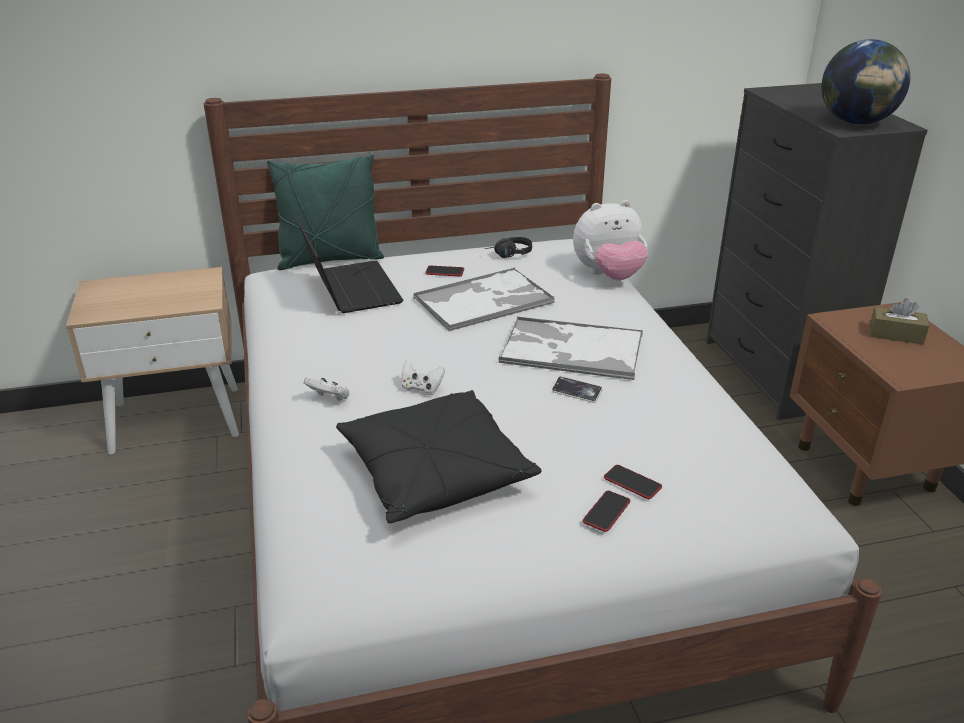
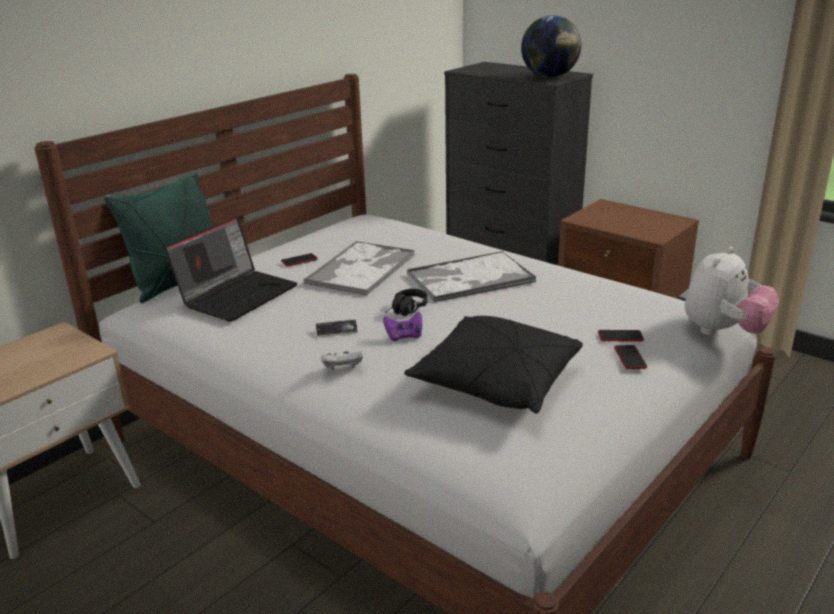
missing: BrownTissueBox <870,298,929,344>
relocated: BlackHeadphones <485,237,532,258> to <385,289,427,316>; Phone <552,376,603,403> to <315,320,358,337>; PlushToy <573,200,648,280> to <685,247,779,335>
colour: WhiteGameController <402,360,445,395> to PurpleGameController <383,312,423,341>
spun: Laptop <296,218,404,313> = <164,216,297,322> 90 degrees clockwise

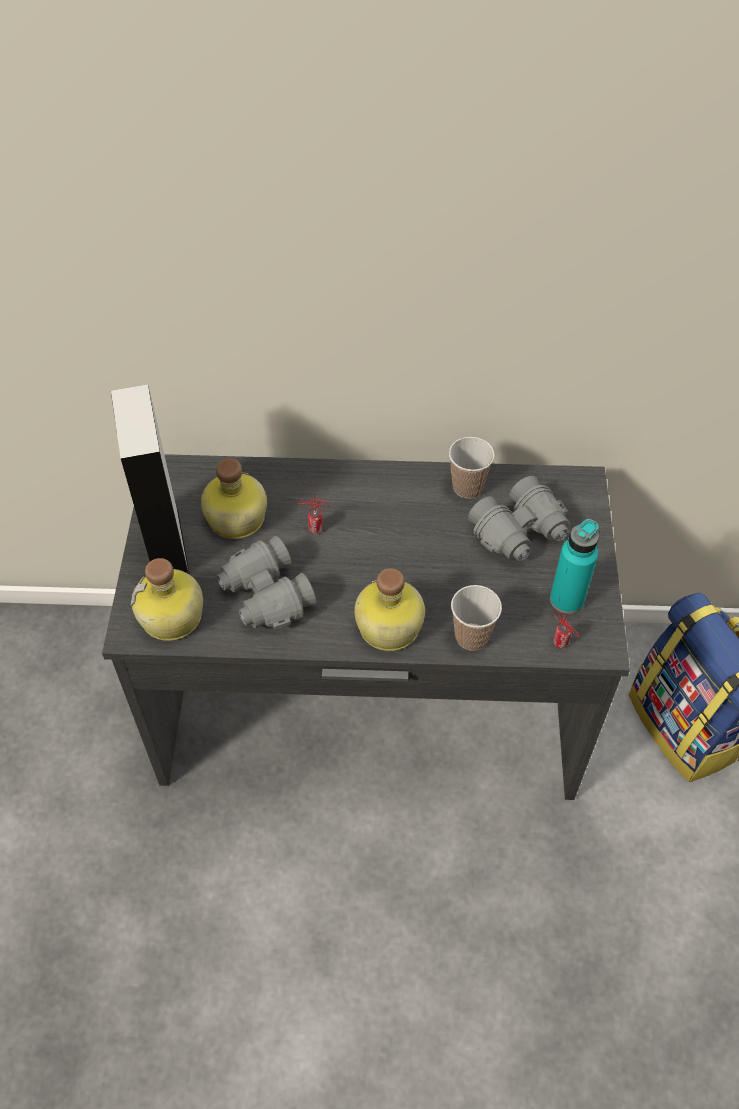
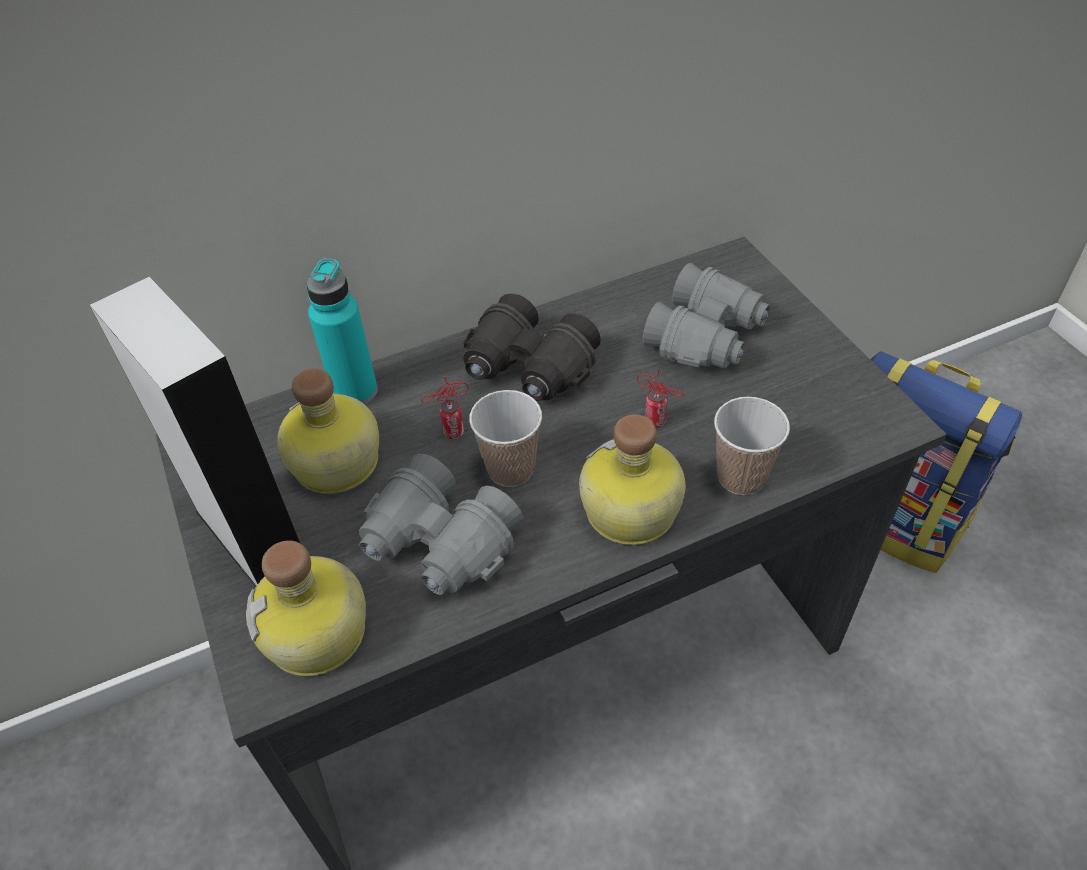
appeared: BlackBinoculars <463,293,601,401>
relocated: Cup <449,437,495,498> to <469,390,542,487>; TurquoiseBottle <550,519,599,614> to <307,258,378,404>; Can <553,610,580,648> to <637,369,684,428>

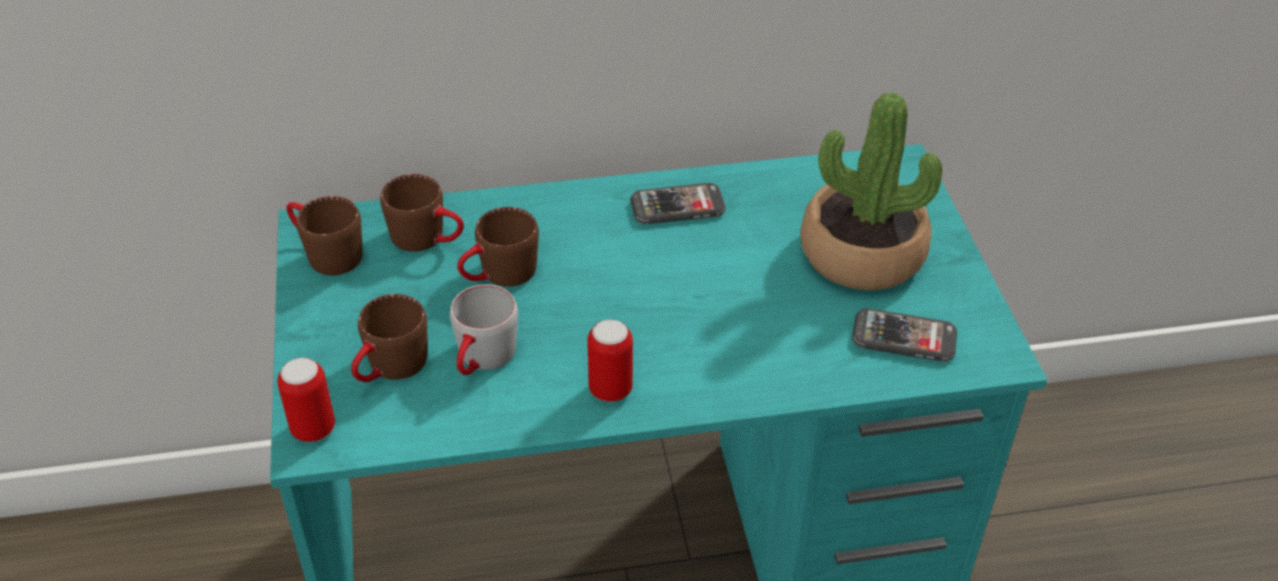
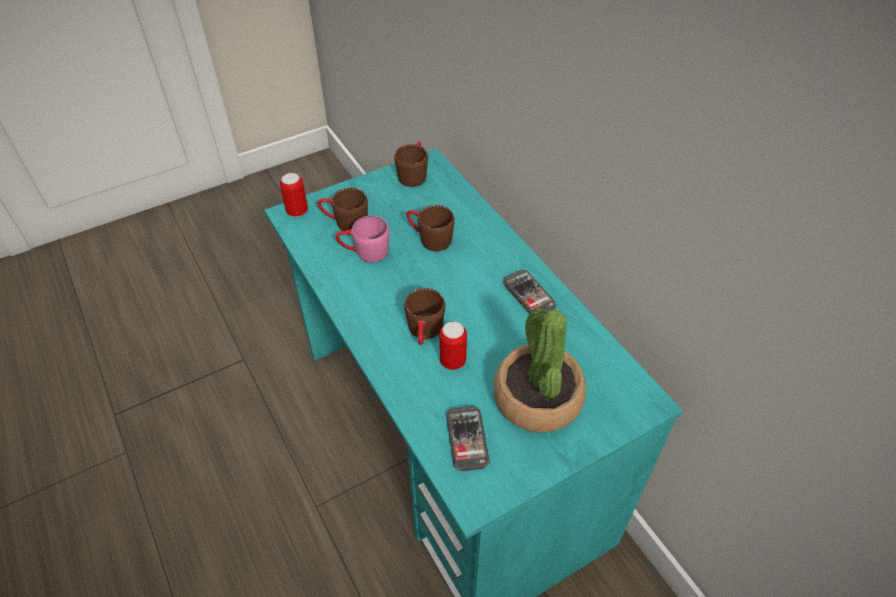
relocated: BrownMug <380,174,464,252> to <404,288,445,345>; Can <587,319,633,402> to <439,321,467,370>
colour: GreyMug <450,284,518,375> to PinkMug <335,216,389,263>

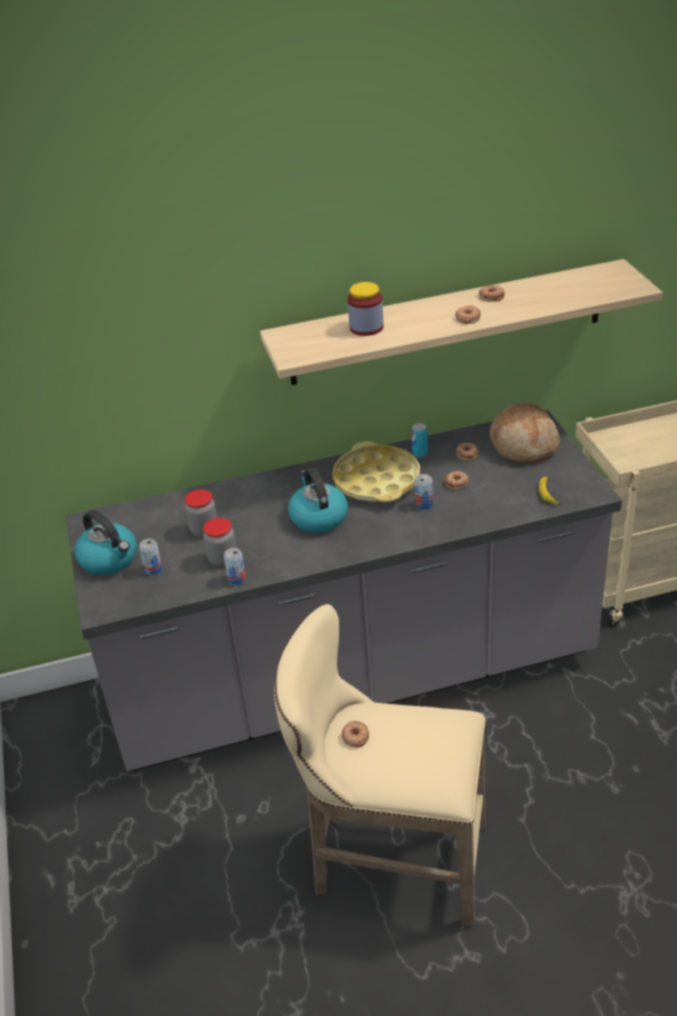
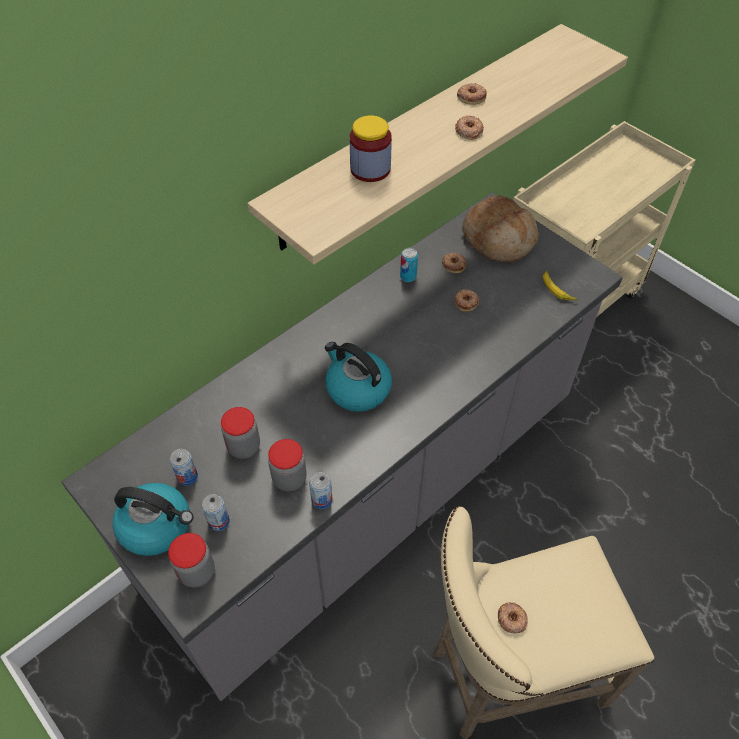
missing: YellowTray <333,441,420,502>
appeared: Jar <168,533,215,588>
relocated: Can <415,474,433,510> to <170,449,198,486>

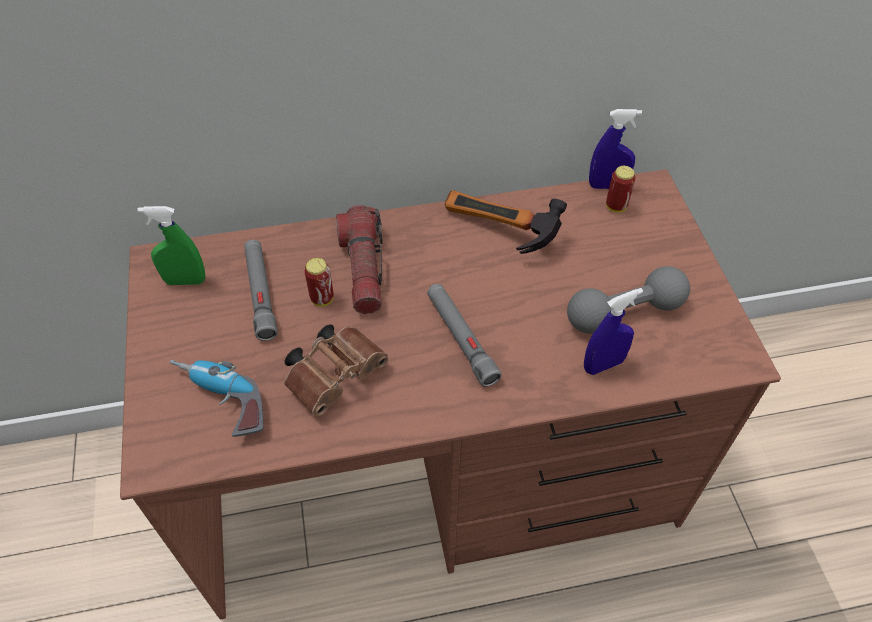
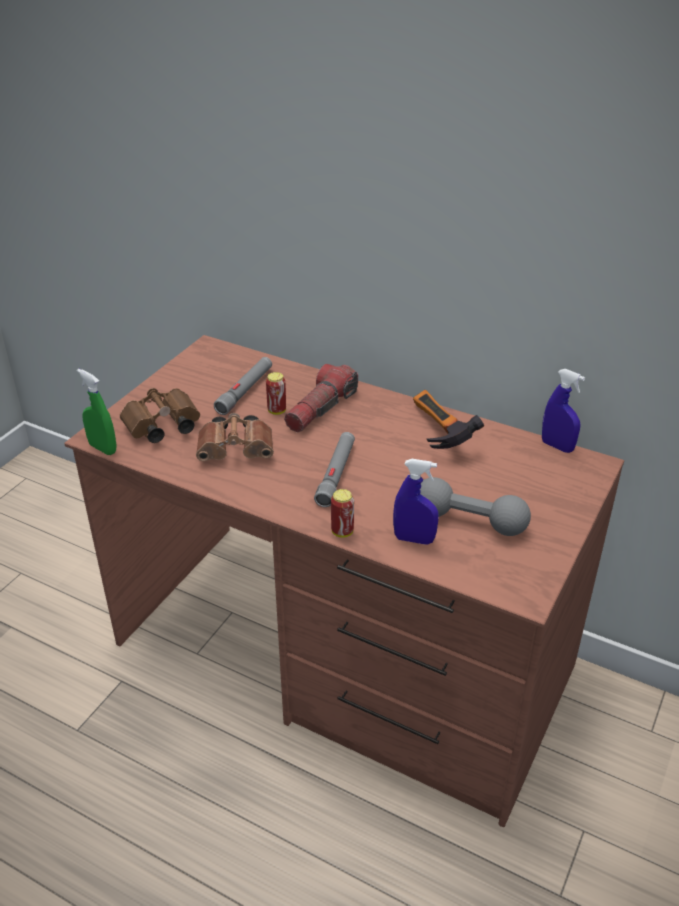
relocated: GreenSprayBottle <138,206,206,285> to <77,369,117,455>; Can <606,166,636,212> to <331,489,354,538>
exchanged: PowerDrill <170,360,263,437> to BrownBinoculars <120,388,200,443>

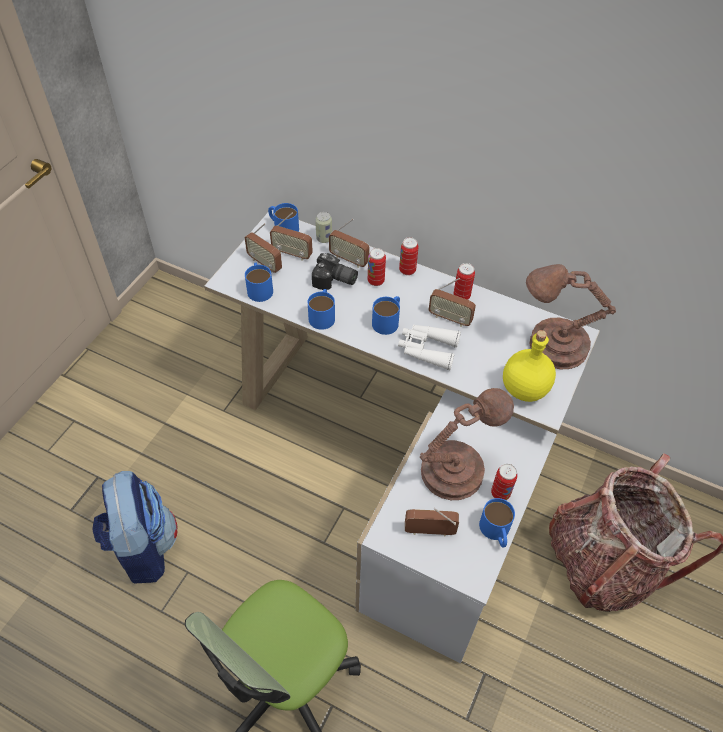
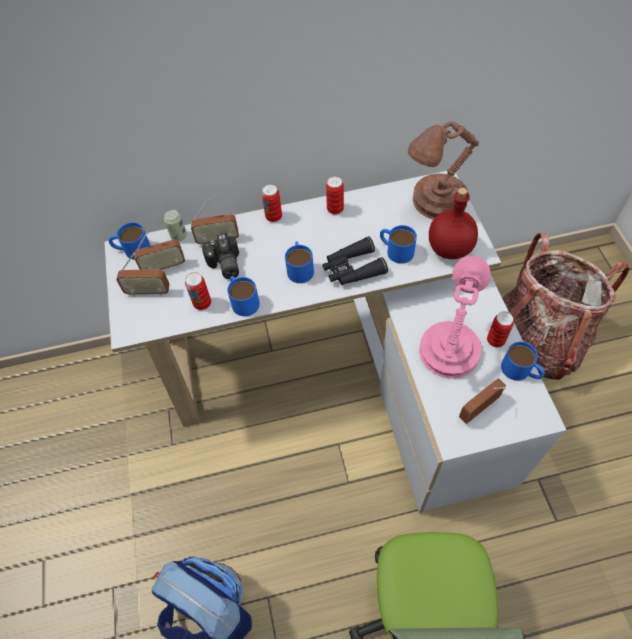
missing: Radio <429,278,476,327>
relocated: BlueMug <245,263,273,302> to <380,225,417,264>; Can <368,248,386,286> to <185,272,211,310>
colour: WhiteBinoculars <398,324,461,370> to BlackBinoculars <322,236,388,285>; BrownTableLamp <420,388,514,500> to PinkTableLamp <419,256,491,379>; YellowBottle <503,330,556,402> to RedBottle <429,187,478,259>
spun: PhotoCamera <312,253,358,290> = <202,233,239,279> 90 degrees clockwise

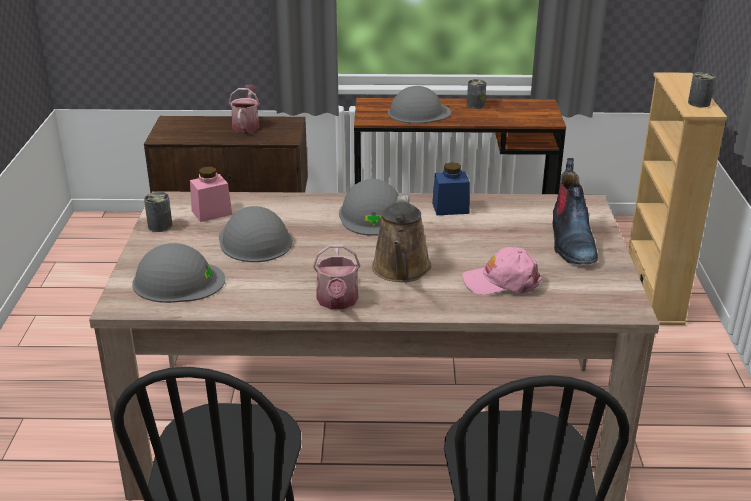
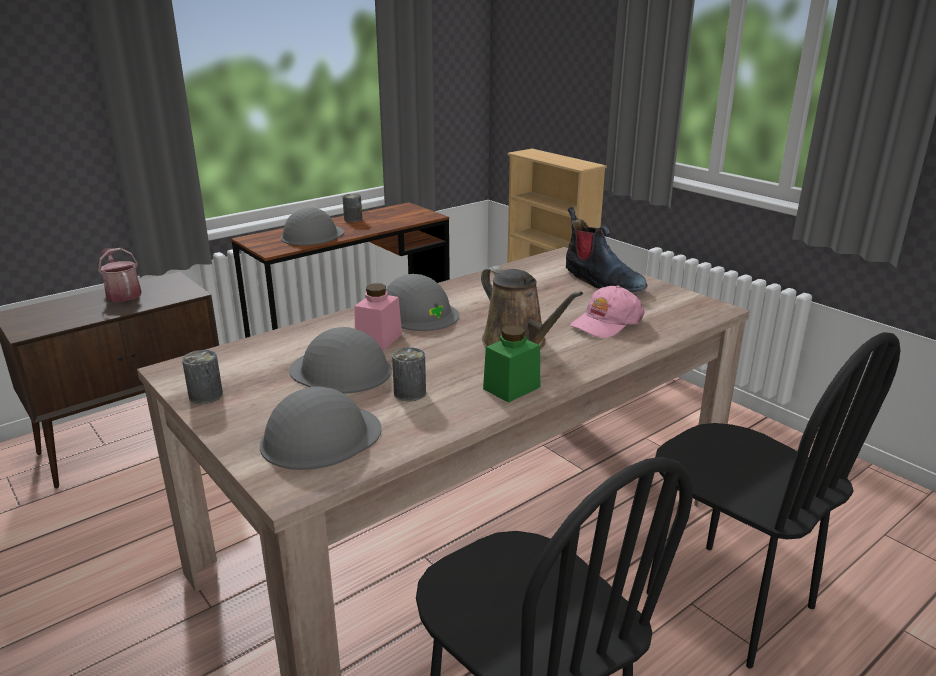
missing: BlueJar <432,162,470,215>
relocated: PinkJar <190,167,232,222> to <354,284,402,350>; Can <688,72,716,107> to <392,347,426,401>
exchanged: WateringCan <313,244,360,309> to GreenJar <483,325,540,403>

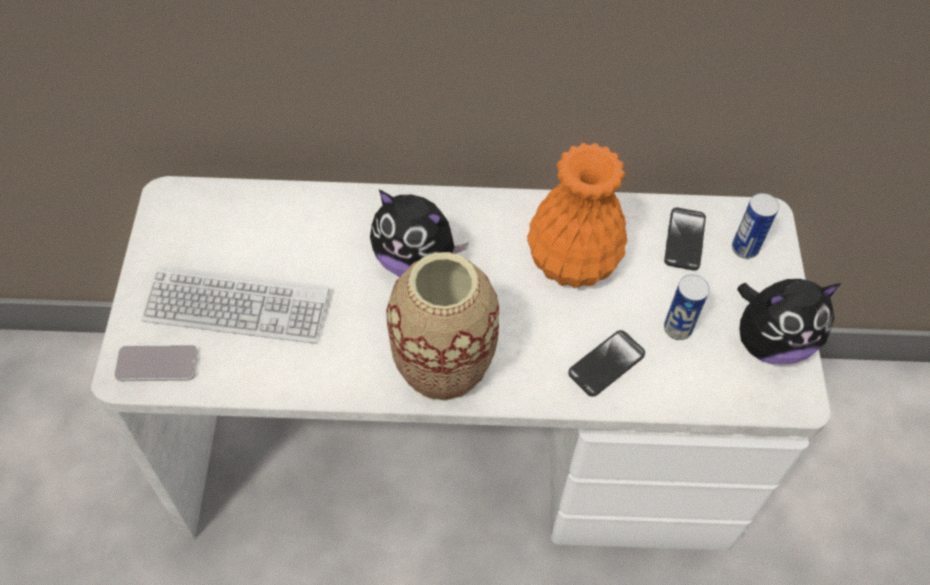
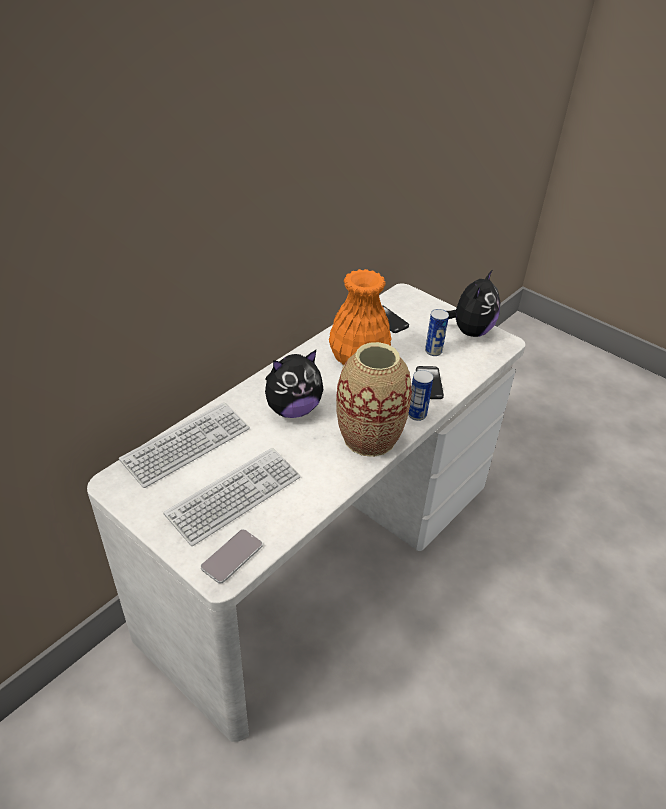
appeared: Keyboard <119,402,250,488>
relocated: Can <732,193,779,259> to <408,370,433,421>

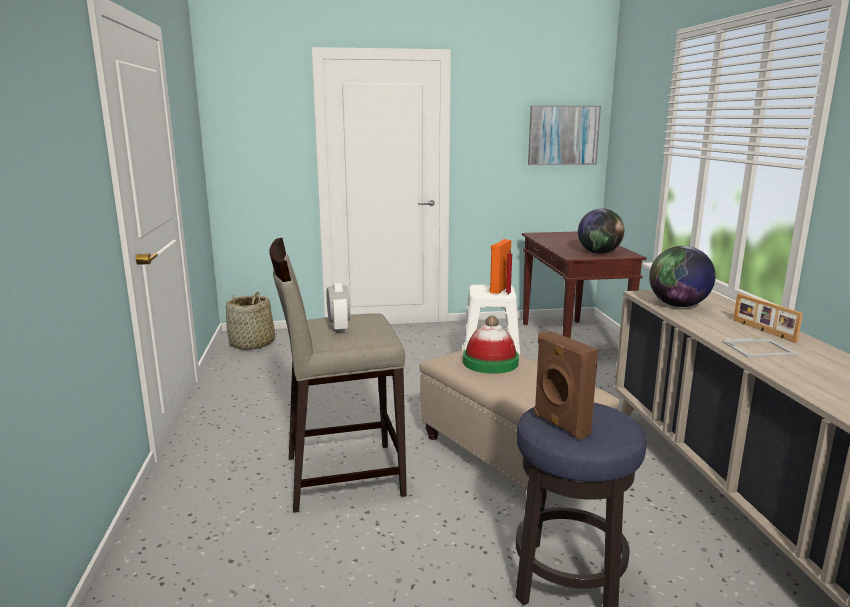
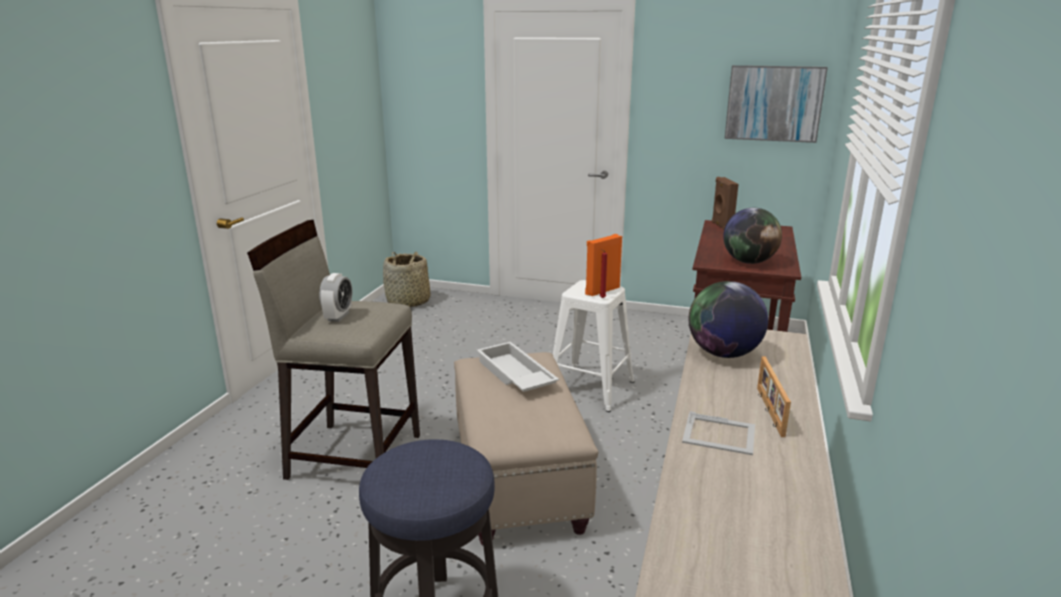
relocated: BrownSpeaker <534,331,598,440> to <712,177,738,230>
exchanged: Hat <463,315,519,374> to WhiteTray <477,342,559,392>

